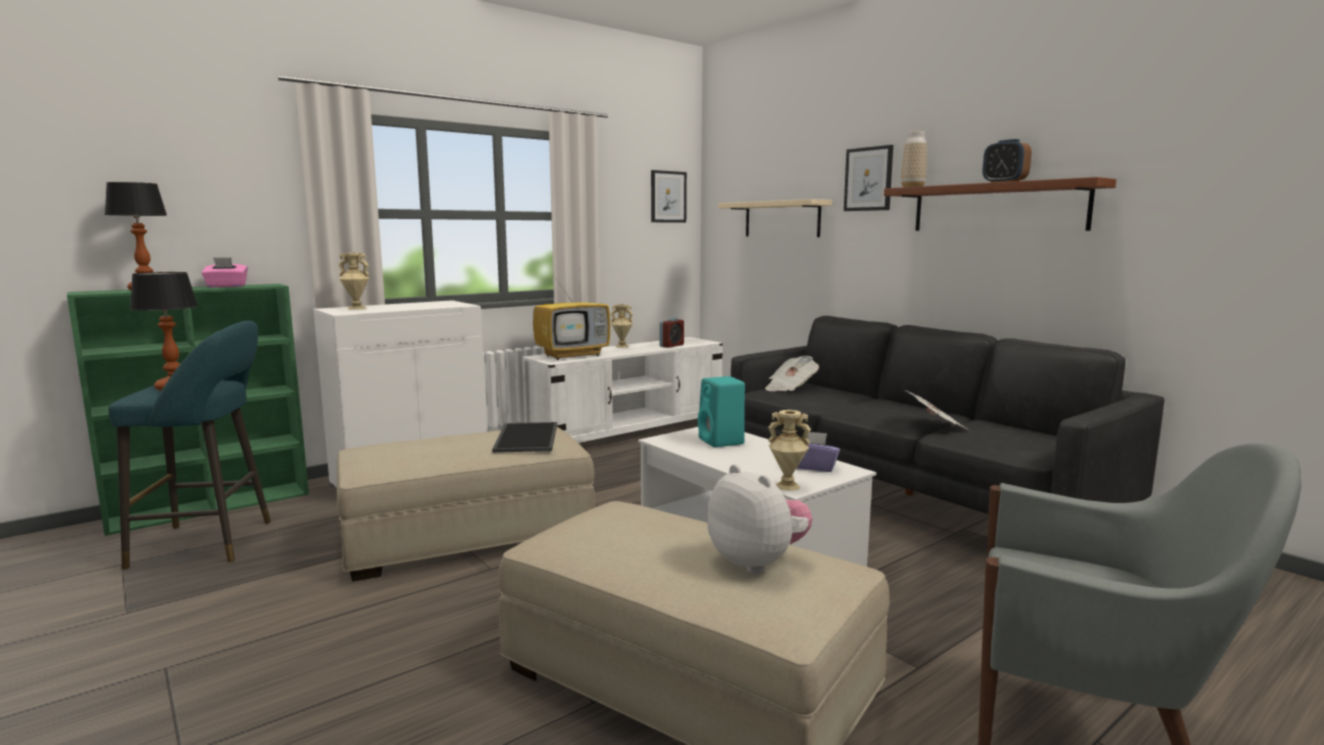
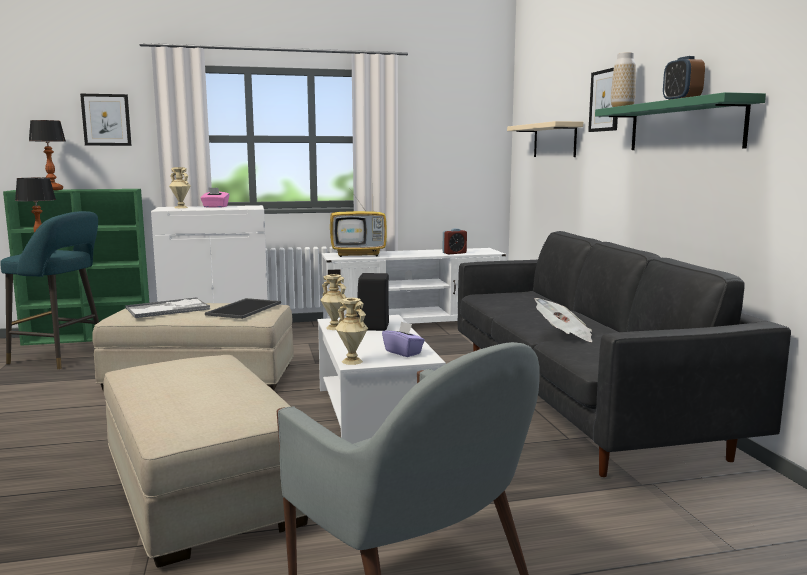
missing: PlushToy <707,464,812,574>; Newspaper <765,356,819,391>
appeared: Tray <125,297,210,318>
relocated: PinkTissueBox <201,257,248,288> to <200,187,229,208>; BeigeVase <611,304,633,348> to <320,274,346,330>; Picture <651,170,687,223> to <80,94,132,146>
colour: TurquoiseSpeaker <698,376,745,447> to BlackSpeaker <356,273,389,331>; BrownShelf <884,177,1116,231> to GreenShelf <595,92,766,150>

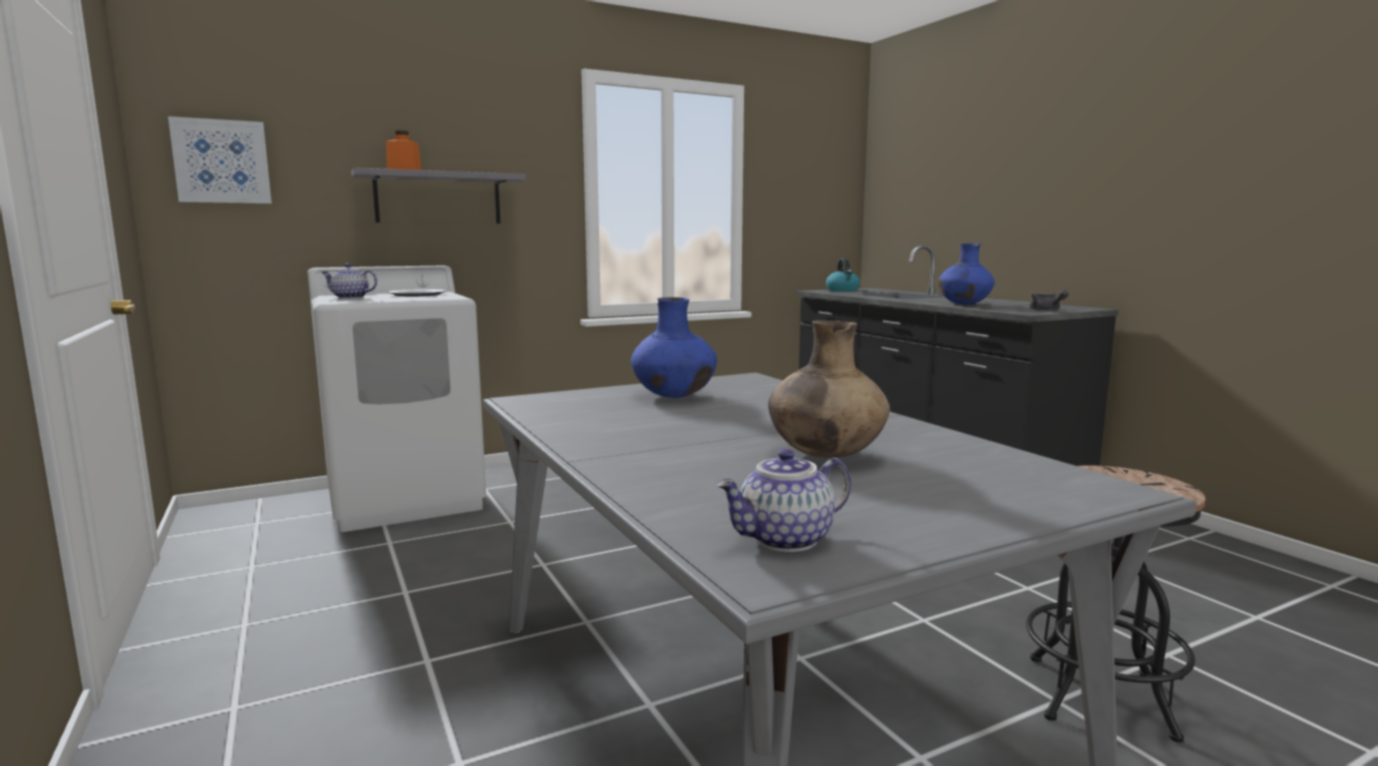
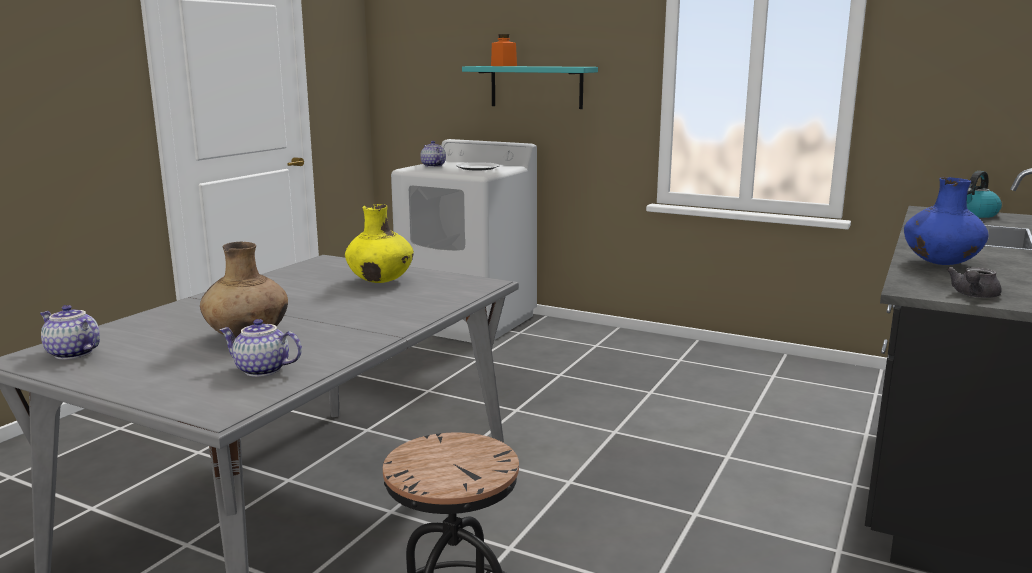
missing: Picture <168,116,272,204>
appeared: Teapot <219,319,302,377>
colour: GreyShelf <351,167,526,224> to TurquoiseShelf <462,66,598,109>; BlueVase <631,297,717,398> to YellowVase <345,204,414,283>

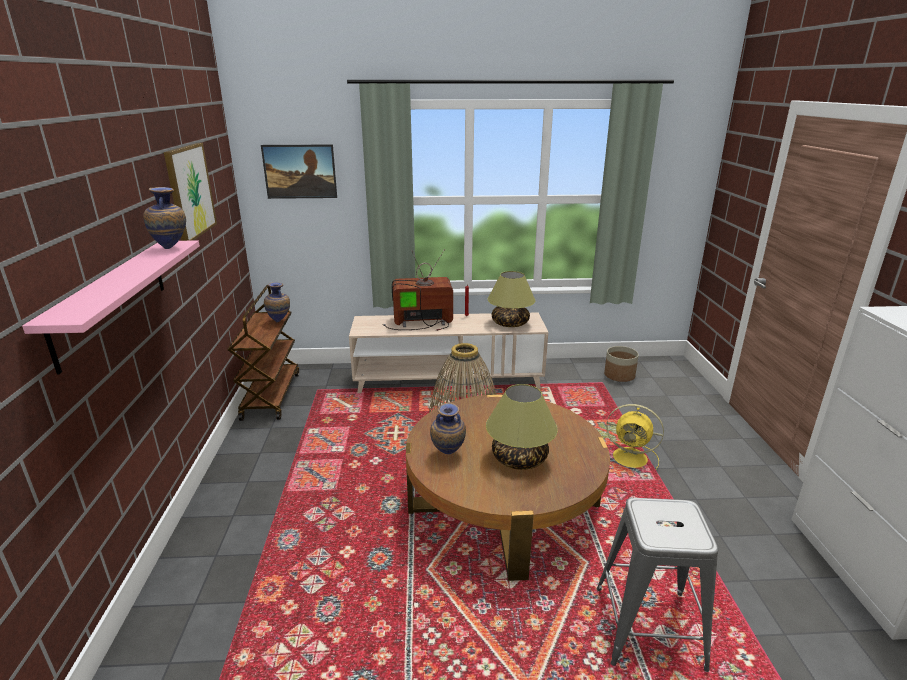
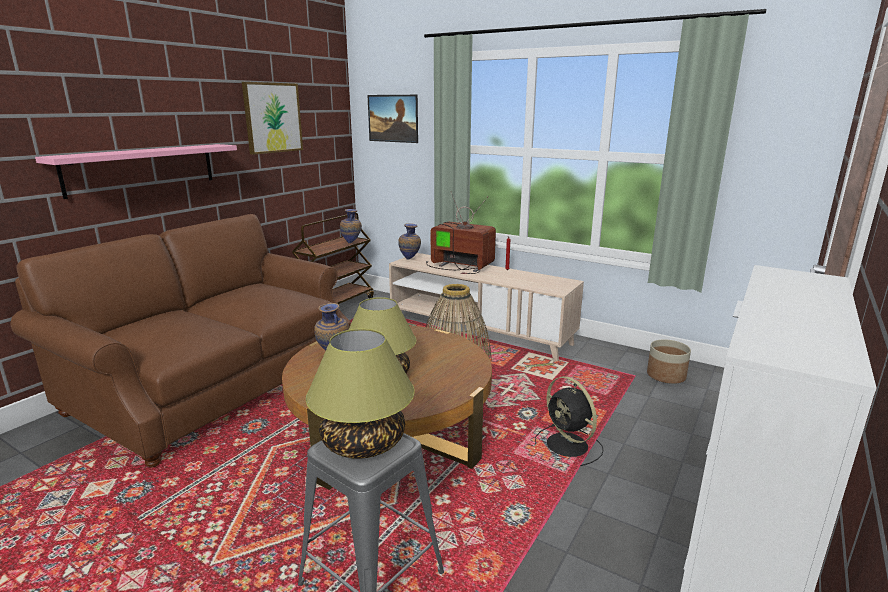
appeared: BrownSofa <11,214,351,467>
relocated: Vase <143,187,186,249> to <398,223,421,260>; TableLamp <487,271,535,327> to <306,329,415,459>
colour: YellowFan <606,404,664,470> to BlackFan <535,376,604,466>

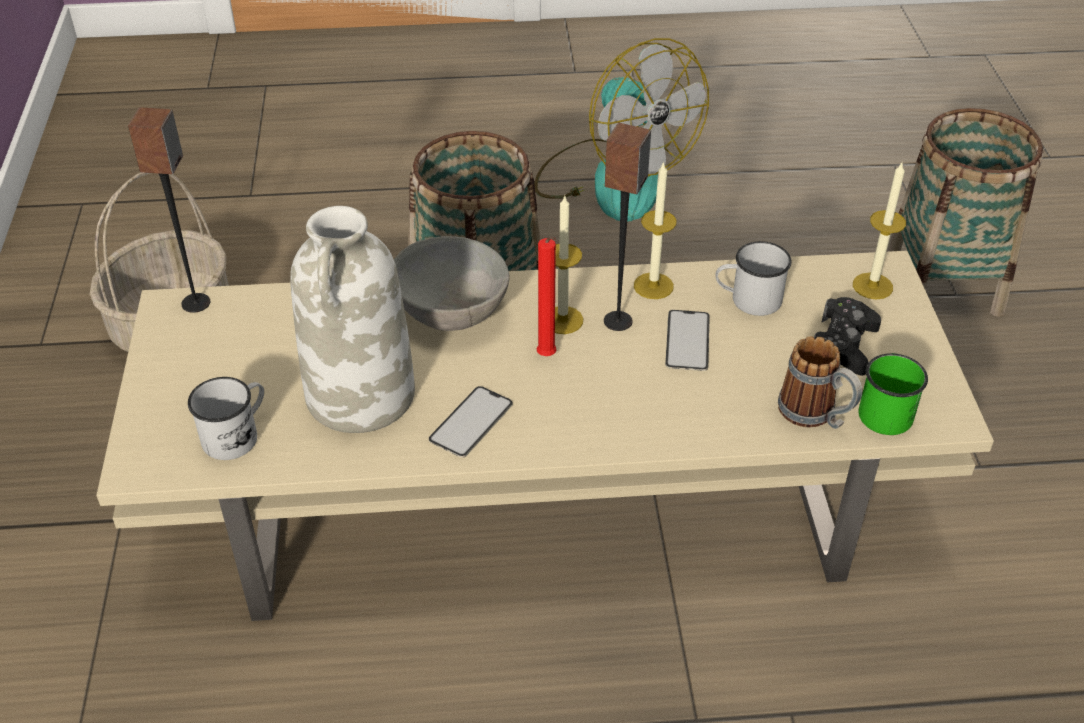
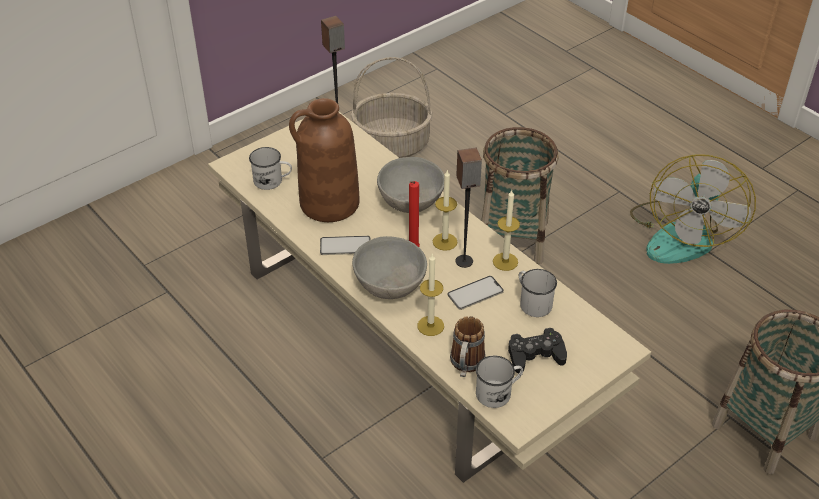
appeared: GreyBowl <352,236,427,299>
relocated: Candle <853,163,906,300> to <418,254,444,336>
colour: WhiteVase <290,206,415,433> to BrownVase <289,98,360,222>; GreenMug <859,353,928,435> to WhiteMug <476,356,523,408>

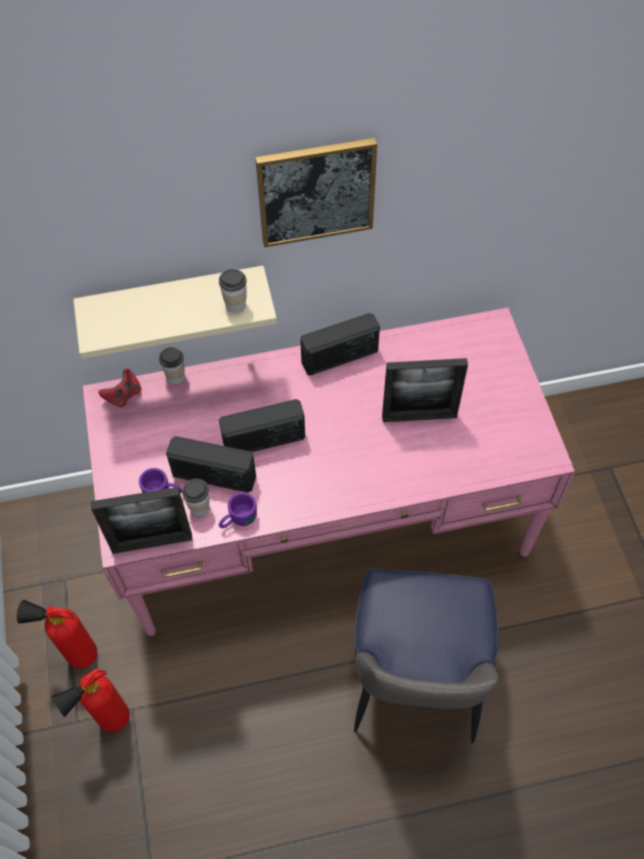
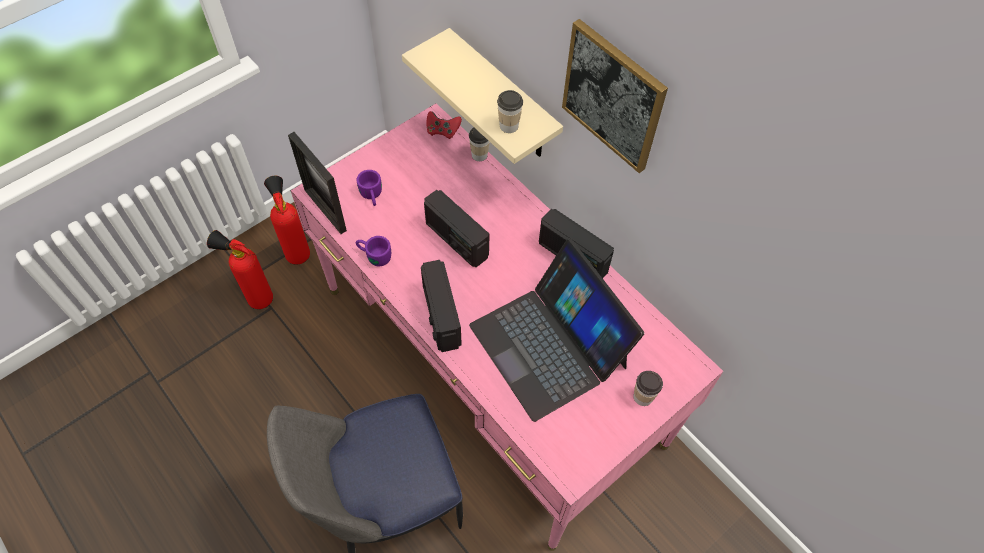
relocated: Radio <166,436,256,493> to <421,260,462,352>; Cup <182,479,209,516> to <633,371,663,406>
exchanged: PictureFrame <382,358,468,422> to Laptop <469,239,644,422>

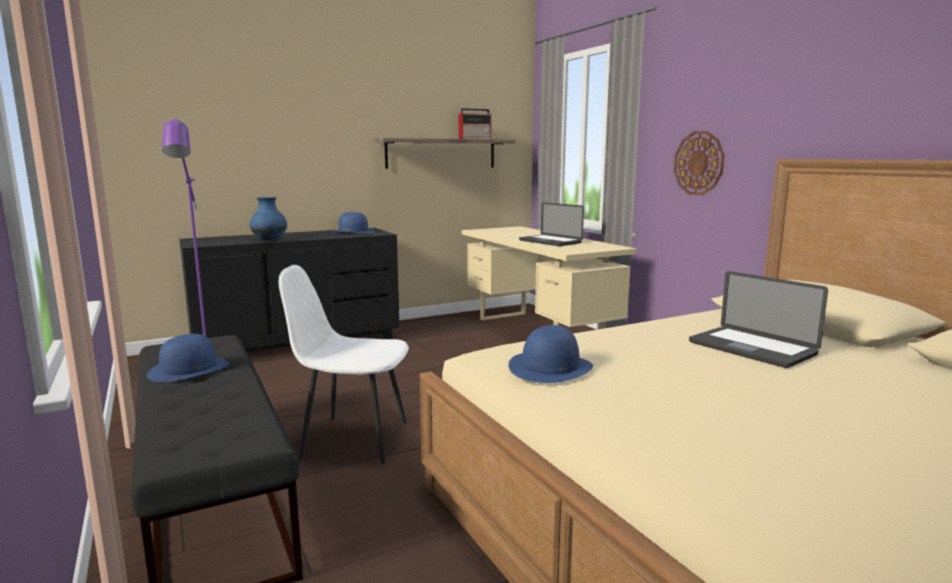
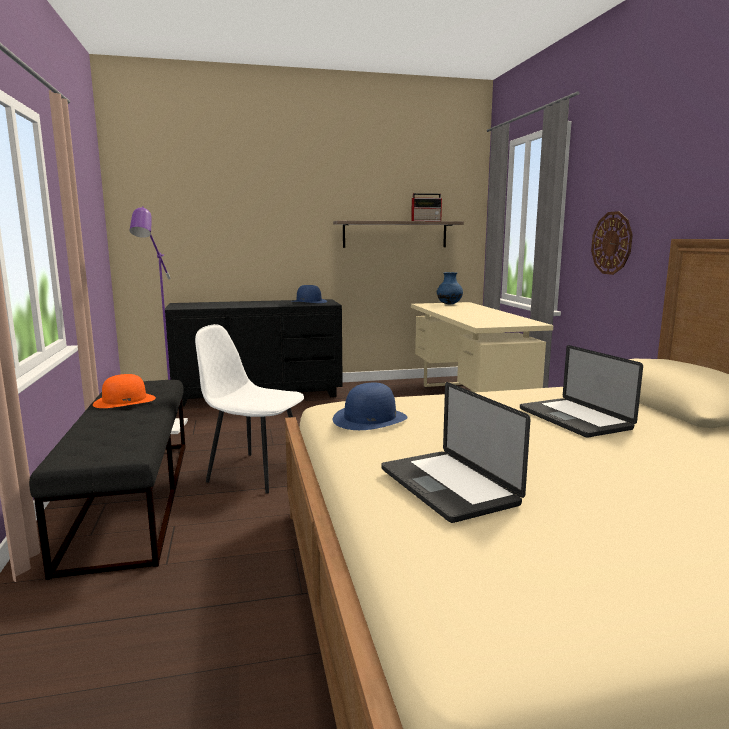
relocated: BlueVase <250,197,287,241> to <437,272,463,304>; Laptop <519,202,584,246> to <381,382,531,523>
colour: BlueHat <147,334,229,382> to OrangeHat <93,374,156,408>

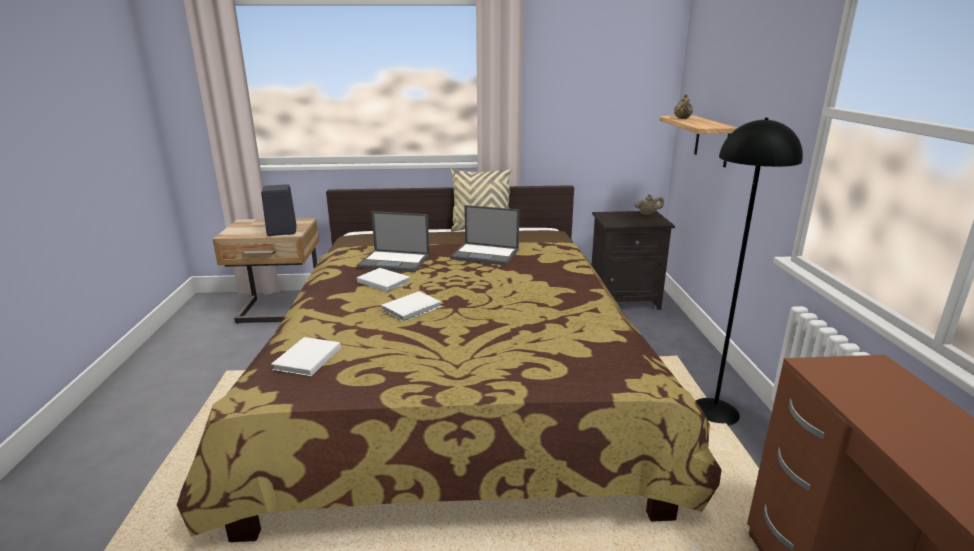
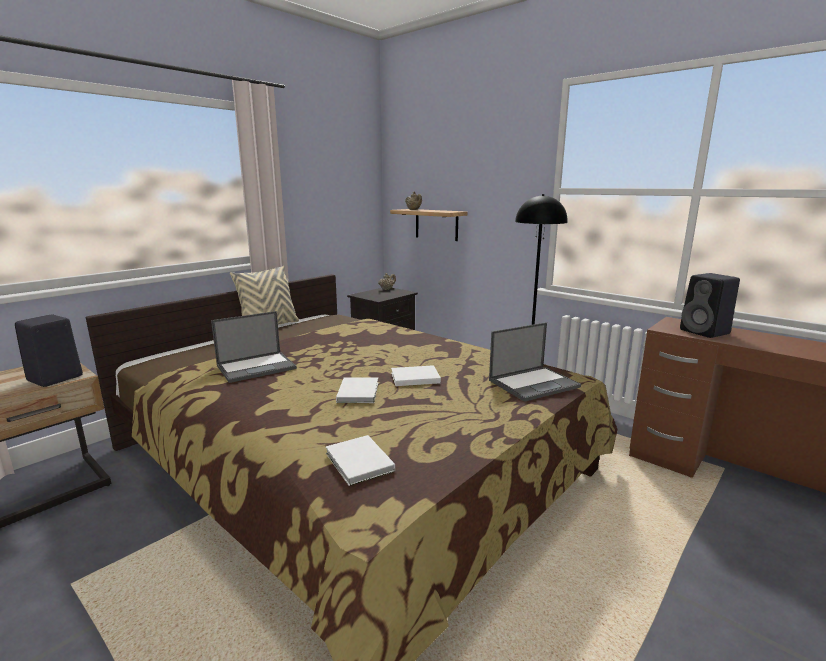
appeared: BlackSpeaker <680,273,740,338>
relocated: WhiteBook <357,268,410,292> to <391,365,441,386>; Laptop <450,205,519,265> to <489,322,581,402>

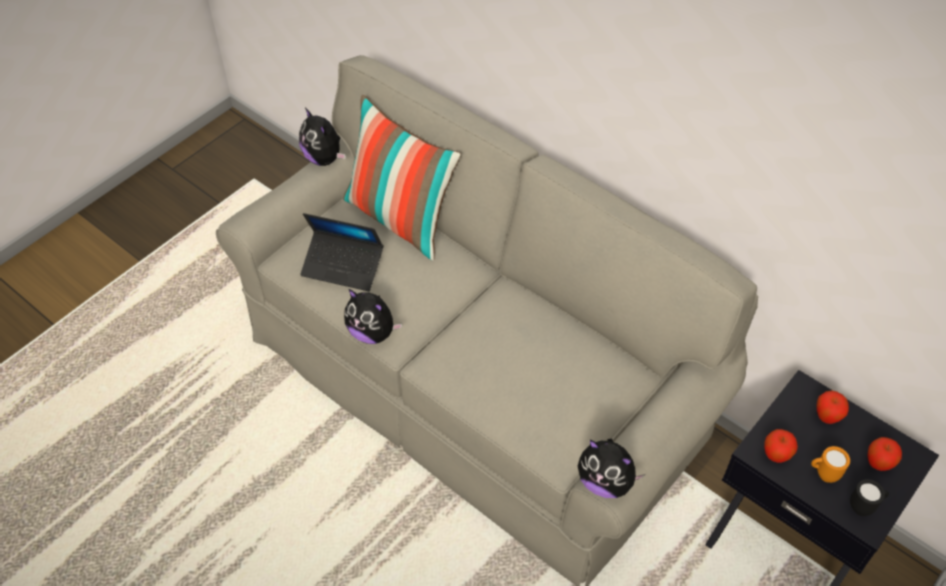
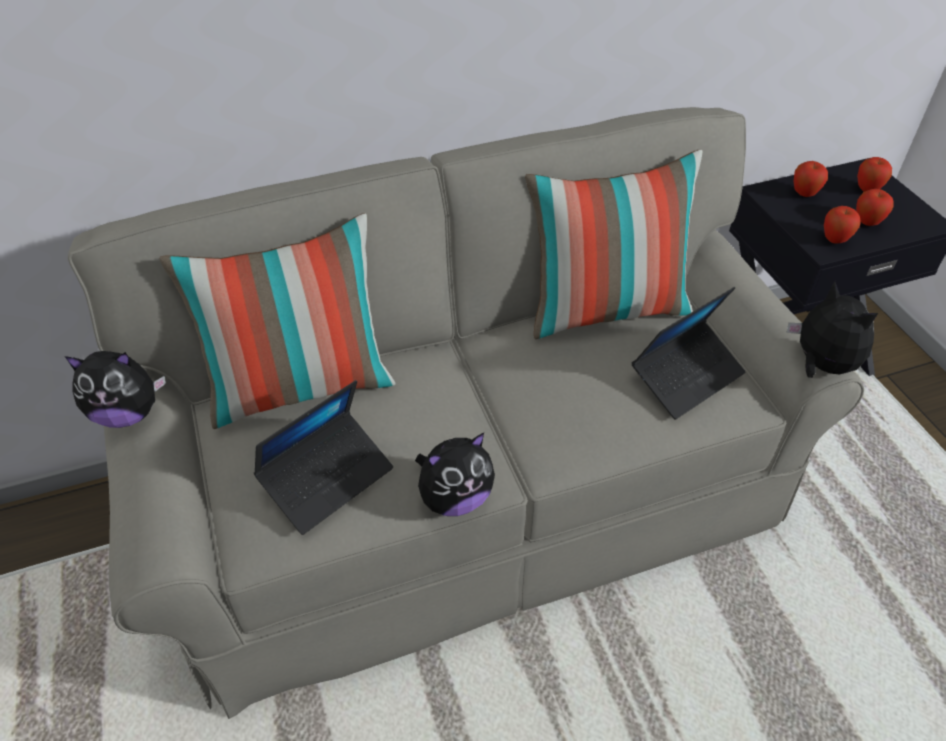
missing: BlackMug <850,479,889,516>
appeared: Pillow <525,149,703,339>; Laptop <632,287,746,419>
exchanged: OrangeMug <811,446,850,483> to Apple <856,189,894,226>
spun: PlushToy <578,439,645,498> = <786,281,878,378> 90 degrees counterclockwise

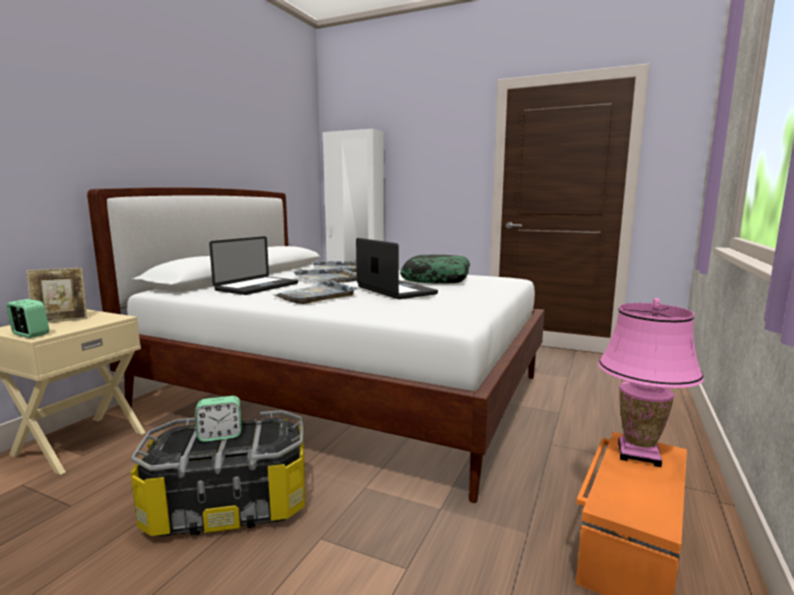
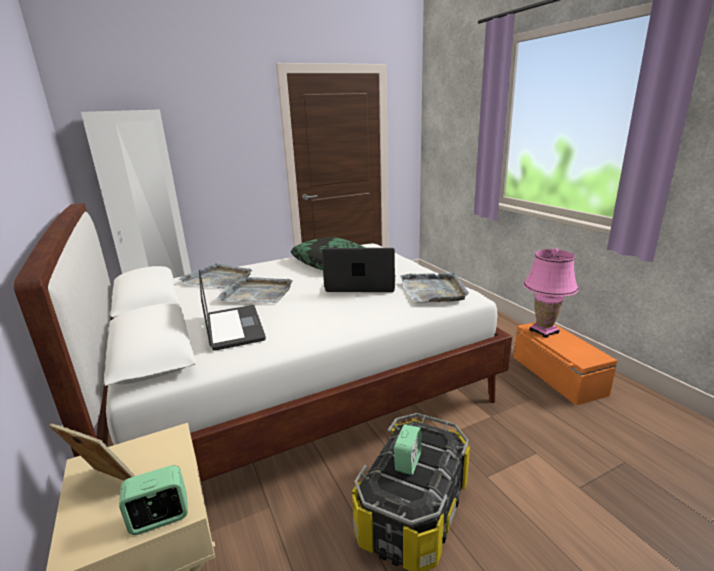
relocated: GreyTray <272,280,357,304> to <400,272,469,302>
spun: PictureFrame <27,268,87,323> = <49,423,135,481> 75 degrees counterclockwise

